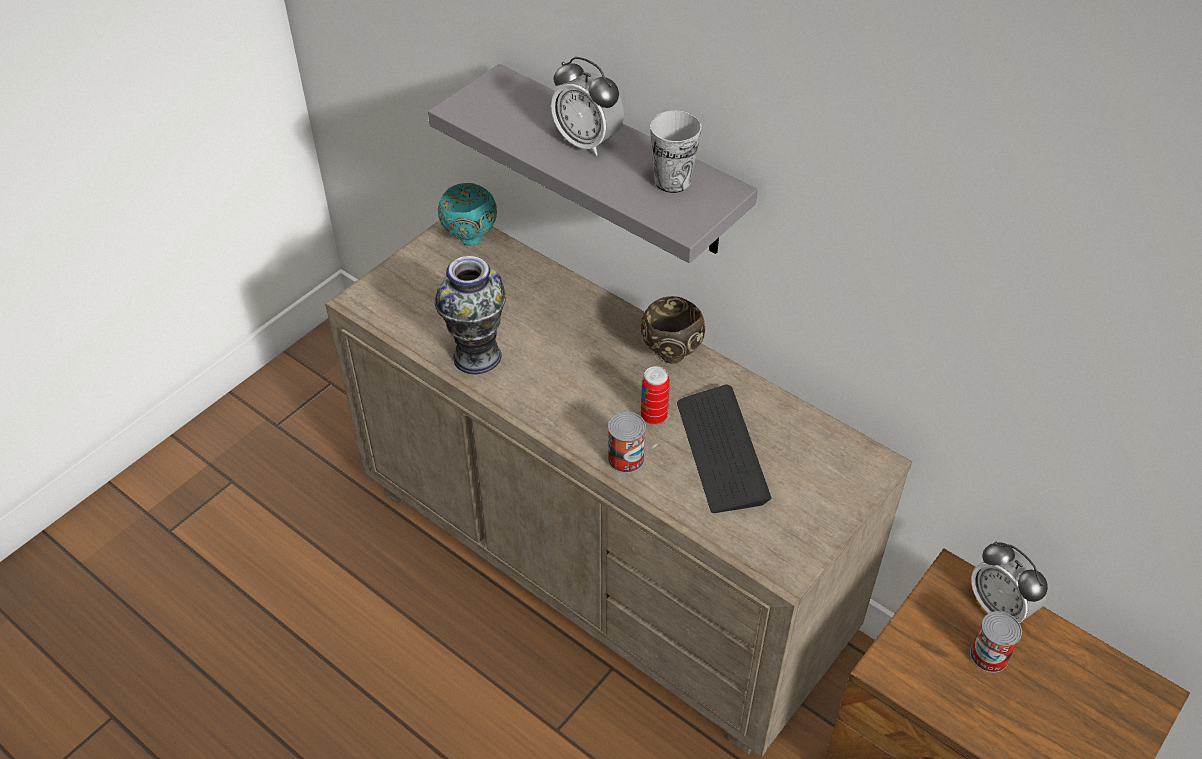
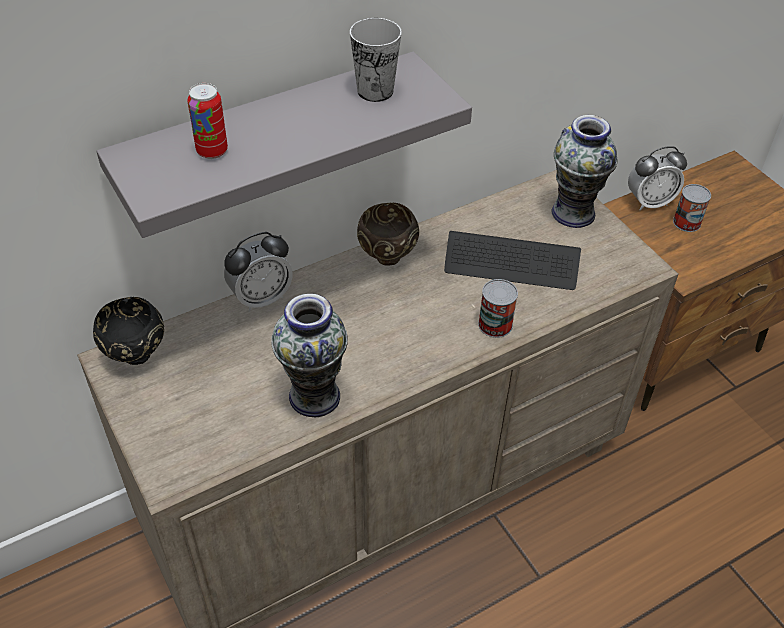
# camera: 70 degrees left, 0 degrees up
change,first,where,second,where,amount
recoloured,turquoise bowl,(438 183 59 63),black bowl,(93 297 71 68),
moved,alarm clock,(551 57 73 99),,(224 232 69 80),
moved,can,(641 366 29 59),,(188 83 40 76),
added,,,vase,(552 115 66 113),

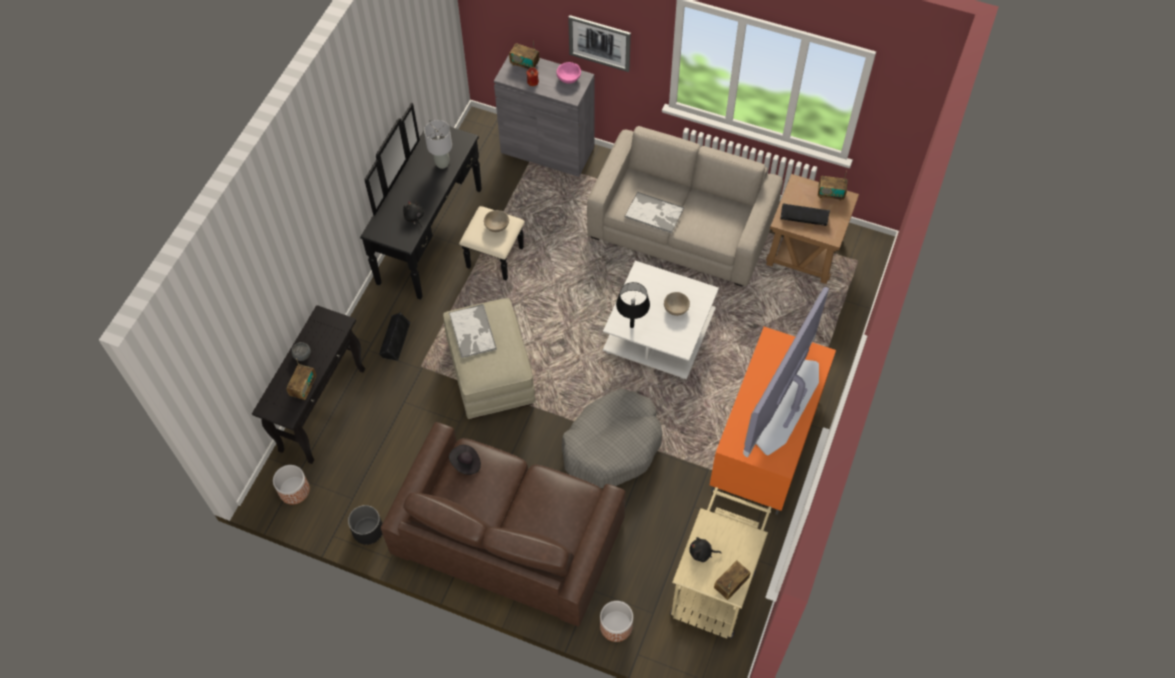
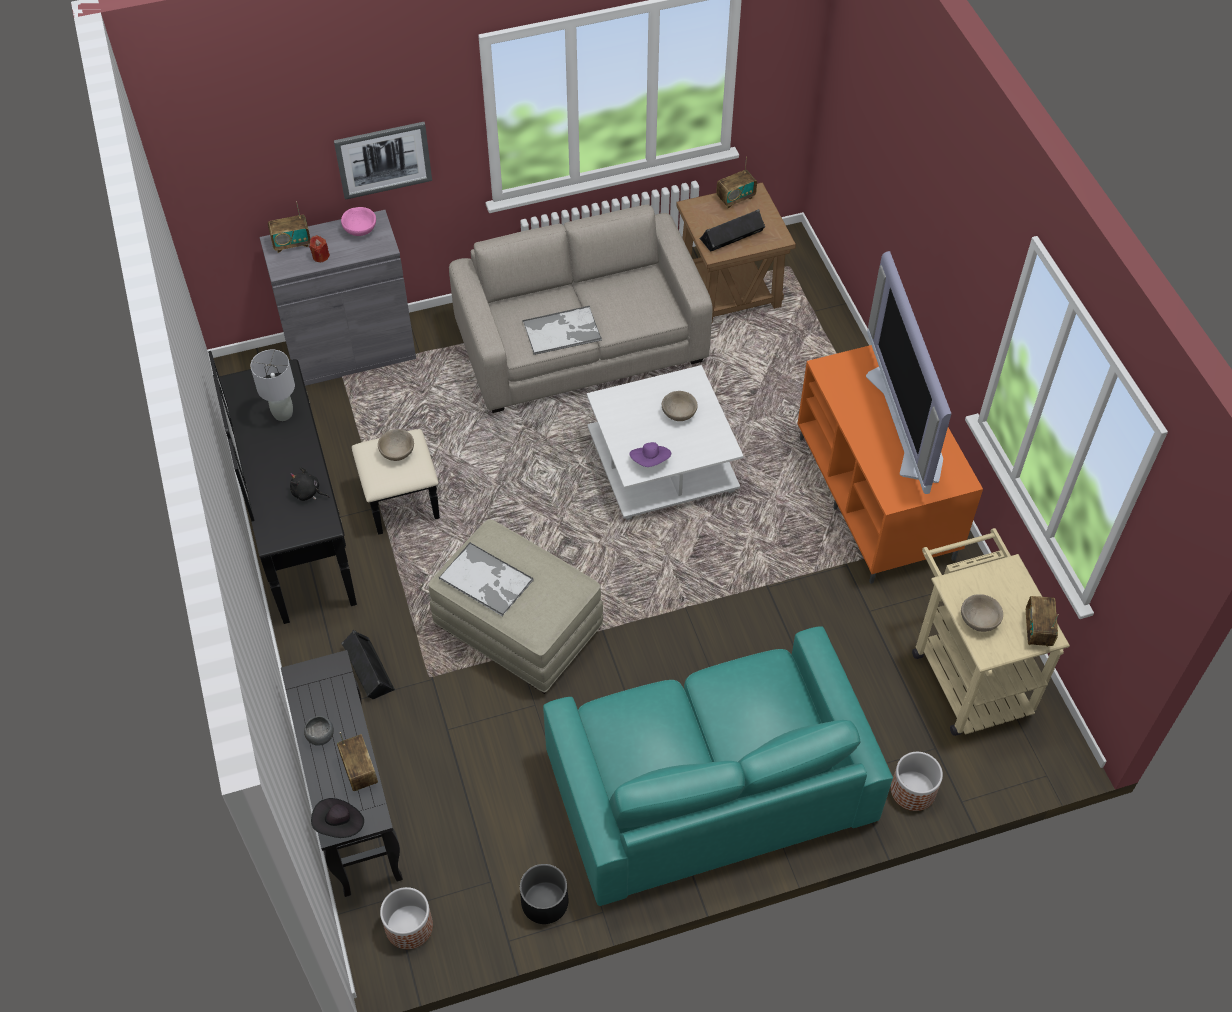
# camera: 40 degrees left, 5 degrees down
change,first,where,second,where,amount
recoloured,brown sofa,(381 422 245 205),turquoise sofa,(543 626 350 280),
moved,black hat,(449 445 32 30),,(311 798 53 40),
removed,grey dog bed,(562 388 100 100),,,
replaced,black table lamp,(616 282 34 46),purple hat,(629 442 42 25),
replaced,black plush toy,(689 537 32 25),beige bowl,(961 594 42 38),

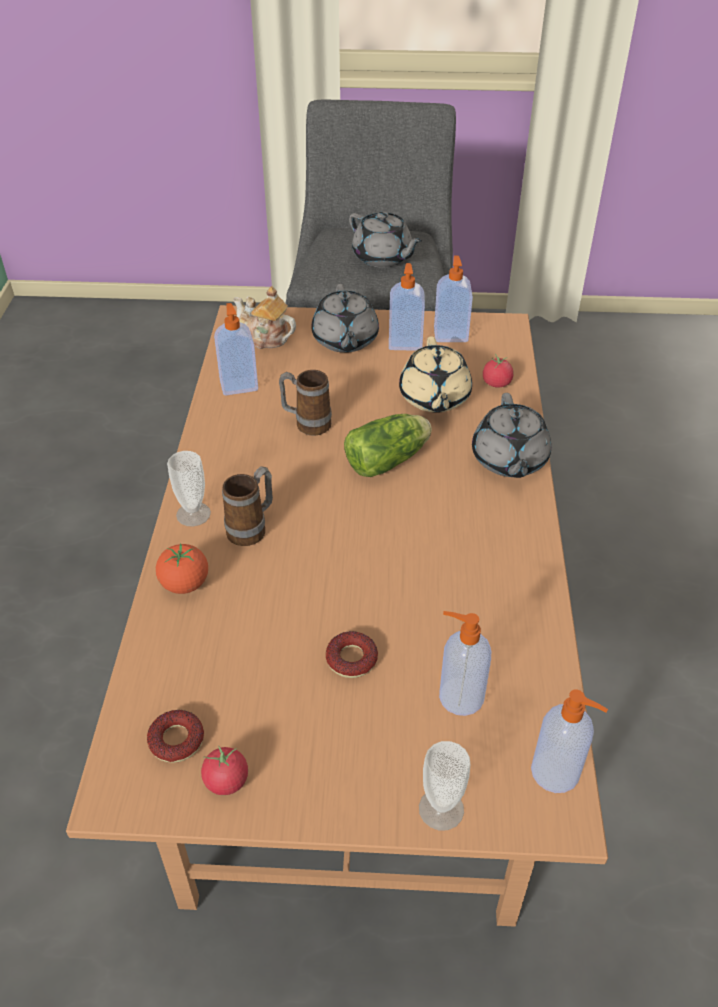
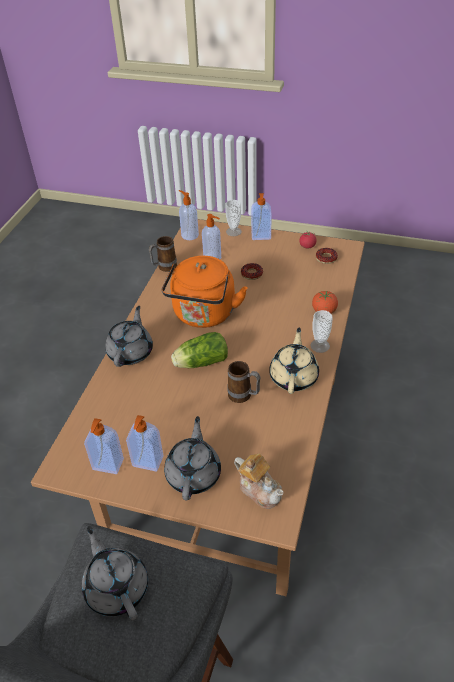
# camera: 165 degrees left, 0 degrees up
change,first,where,second,where,amount
moved,soap dispenser,(214 303 44 92),,(251 193 21 47),
moved,mug,(222 467 51 79),,(149 236 28 36),
moved,beige teapot,(399 336 73 77),,(269 328 50 66),
removed,tomato,(483 354 31 34),,,
added,,,orange kettle,(162 256 86 72),

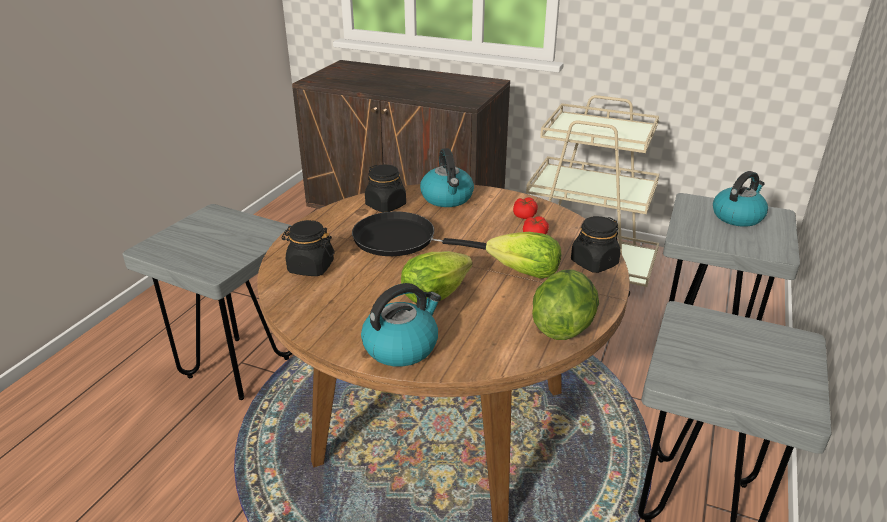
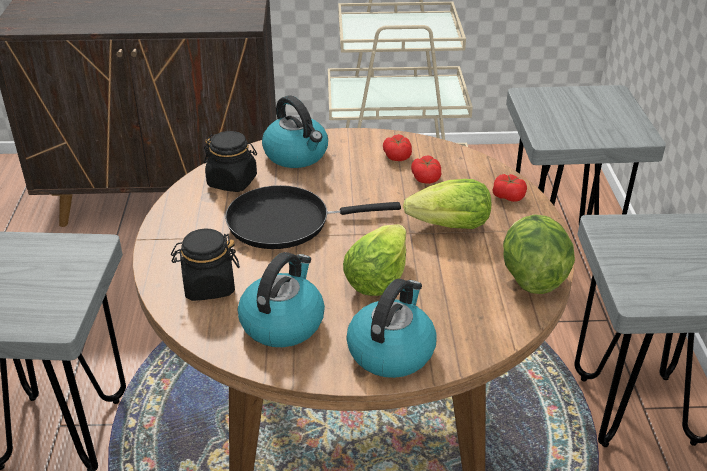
# camera: 25 degrees left, 5 degrees up
change,first,where,second,where,amount
replaced,black jar,(571 216 50 57),tomato,(493 174 34 28),
moved,kettle,(713 171 55 56),,(238 252 87 95),

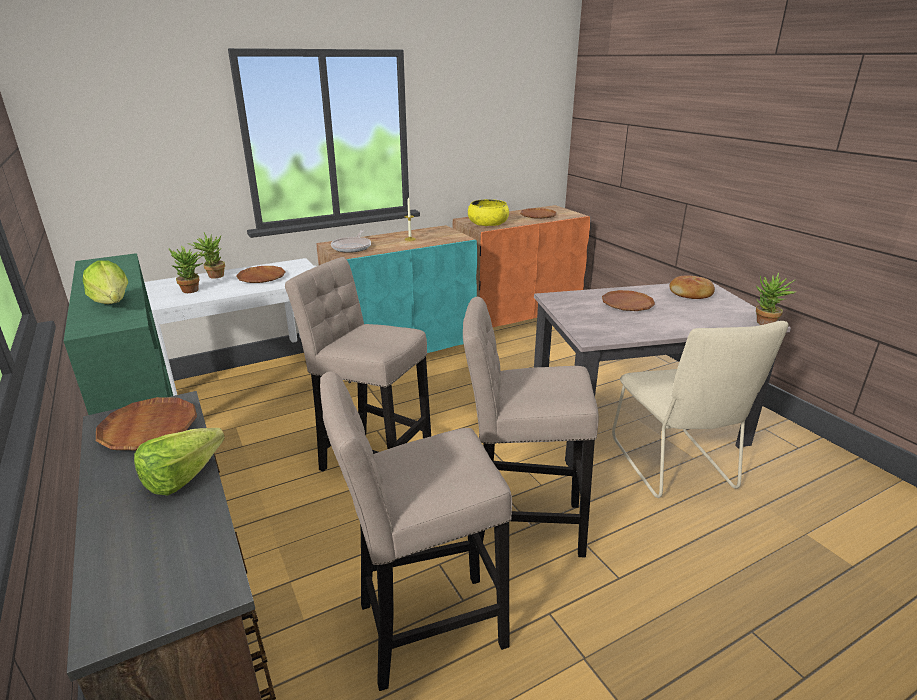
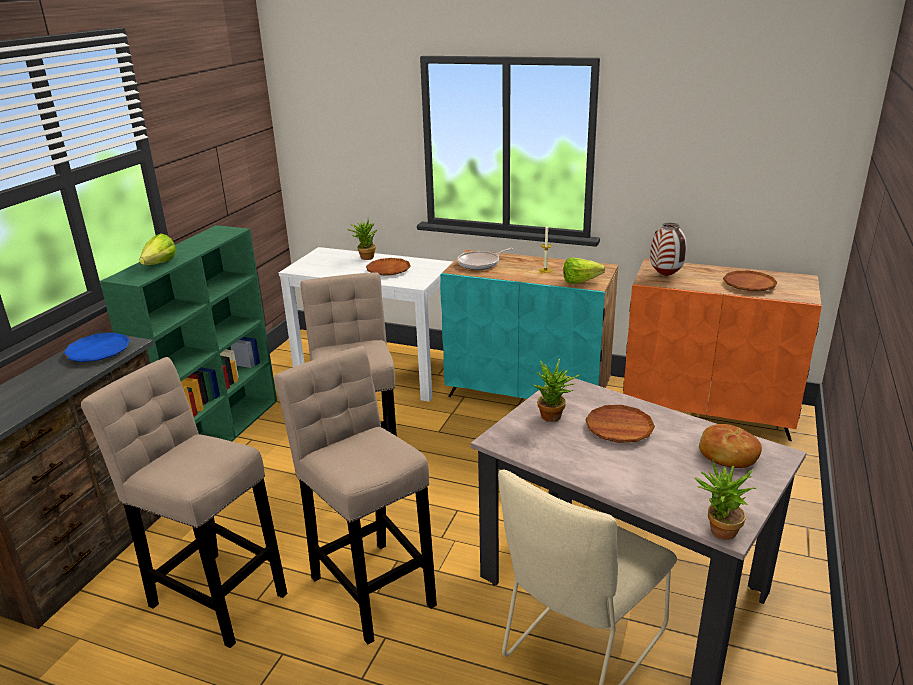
# camera: 50 degrees right, 0 degrees up
change,first,where,second,where,amount
recoloured,brown plate,(96 397 101 53),blue plate,(64 332 66 30),
moved,lettuce,(134 428 91 67),,(563 258 42 26),
moved,potted plant,(168 246 37 47),,(533 359 47 63),
replaced,yellow bowl,(468 199 41 27),vase,(650 223 37 53),

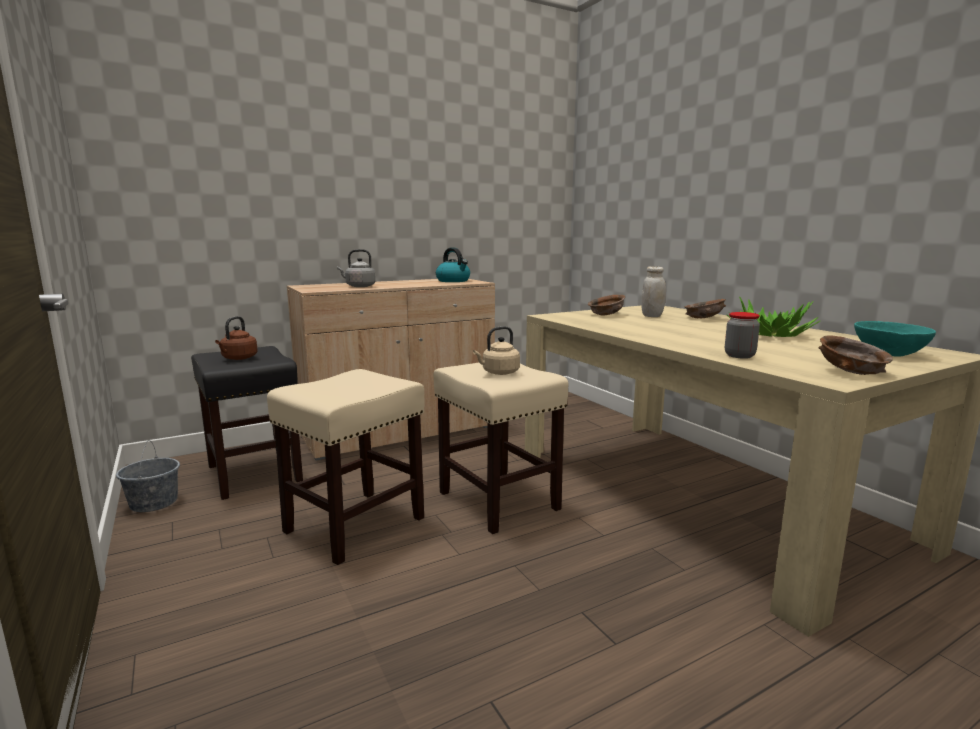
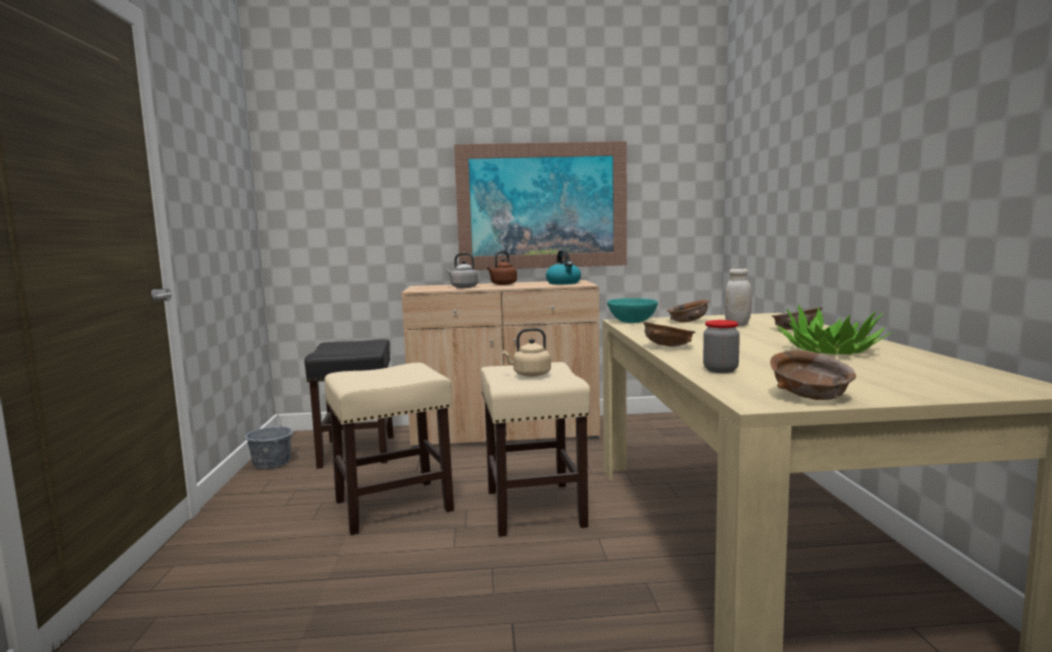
# camera: 25 degrees right, 5 degrees down
change,first,where,second,where,amount
moved,brown kettle,(215 316 43 44),,(487 251 30 34),
moved,turquoise bowl,(854 321 82 36),,(607 298 51 25),
added,,,picture,(454 141 173 129),
added,,,brown bowl,(643 322 53 25),

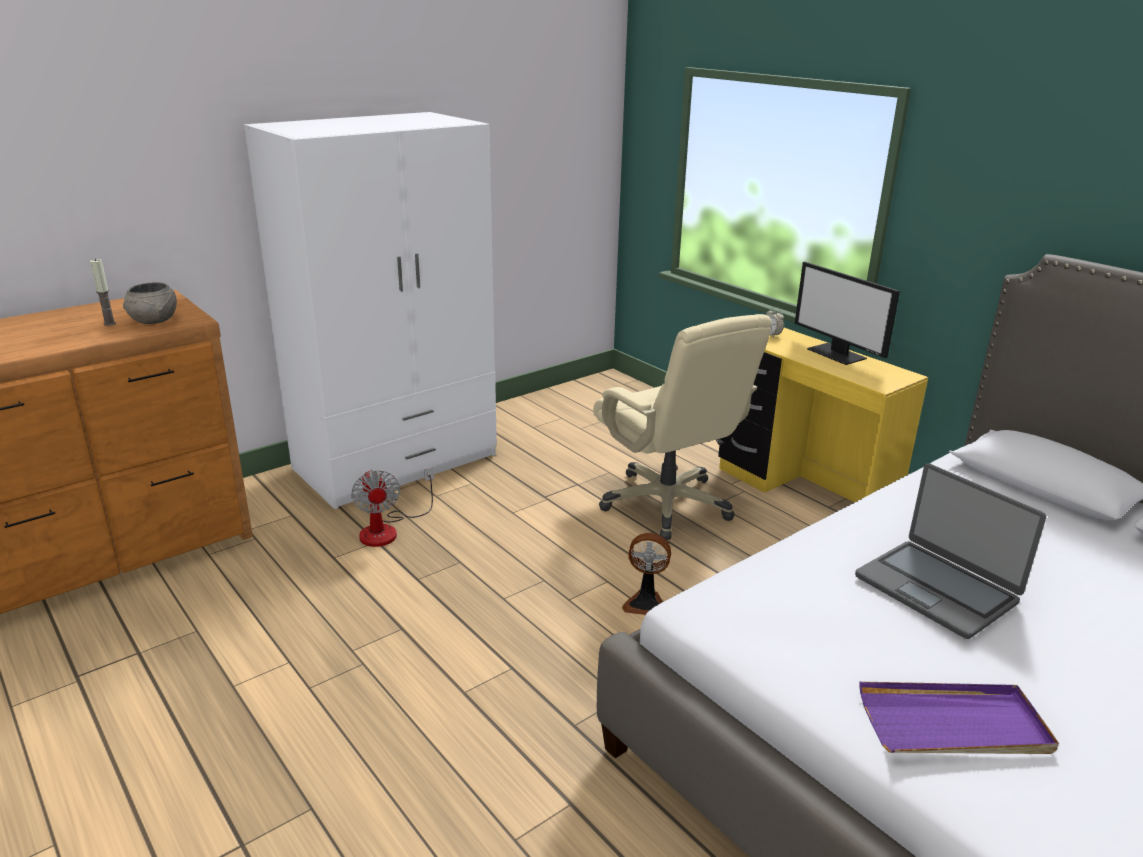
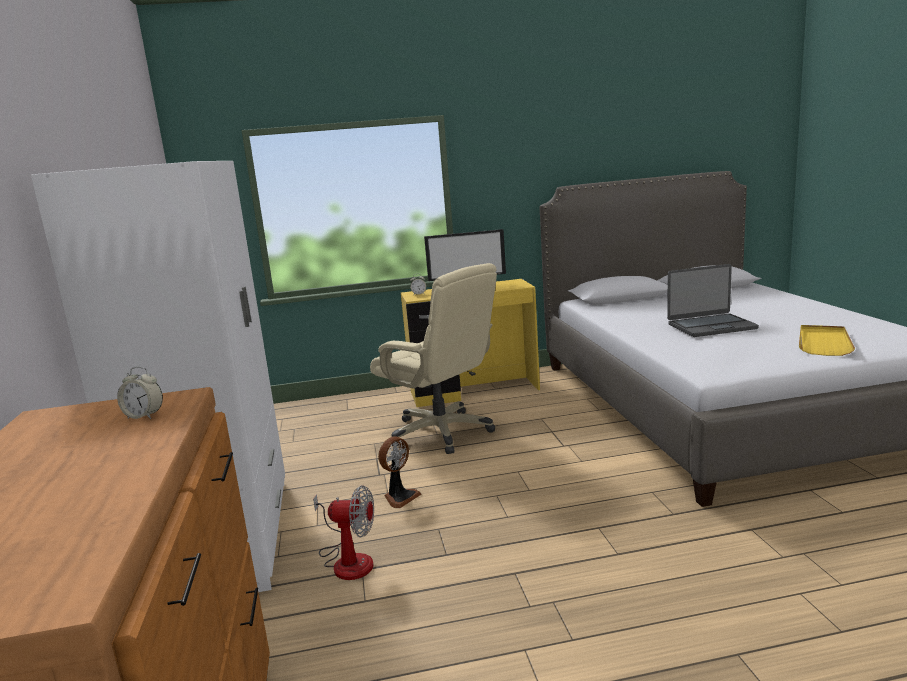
# camera: 60 degrees left, 10 degrees down
change,first,where,second,where,amount
removed,candle,(90 259 26 67),,,
replaced,grey bowl,(123 282 54 42),alarm clock,(117 367 46 52),
turned,beige office chair,(593 314 179 226),,(370 263 127 191),45 degrees clockwise
moved,fan,(622 533 49 82),,(378 436 43 72),
recoloured,purple tray,(859 682 200 72),yellow tray,(799 325 56 31),

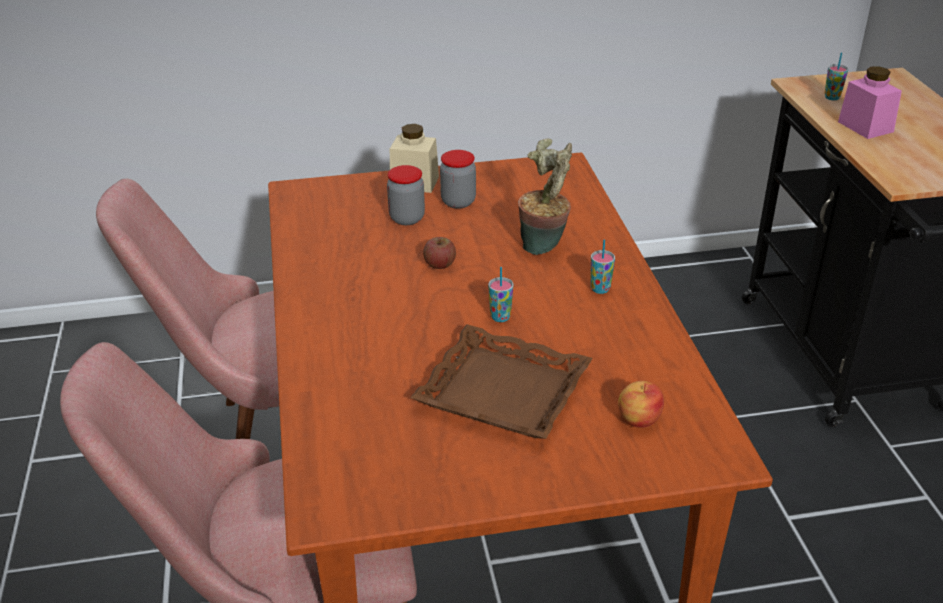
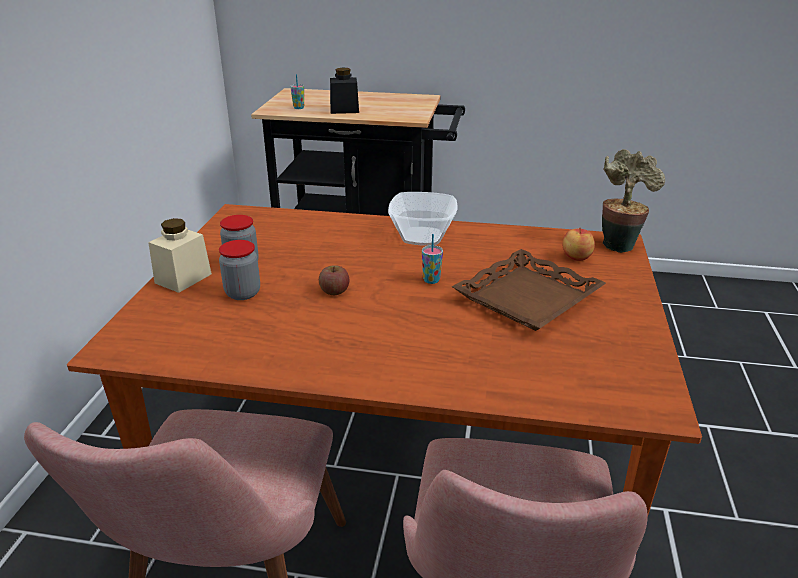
# camera: 70 degrees left, 5 degrees down
change,first,where,second,where,amount
moved,potted plant,(518 139 54 116),,(602 149 63 104),
replaced,cup,(591 240 24 54),bowl,(388 192 70 54),
recoloured,pink jar,(838 66 64 73),black jar,(330 68 29 46),

